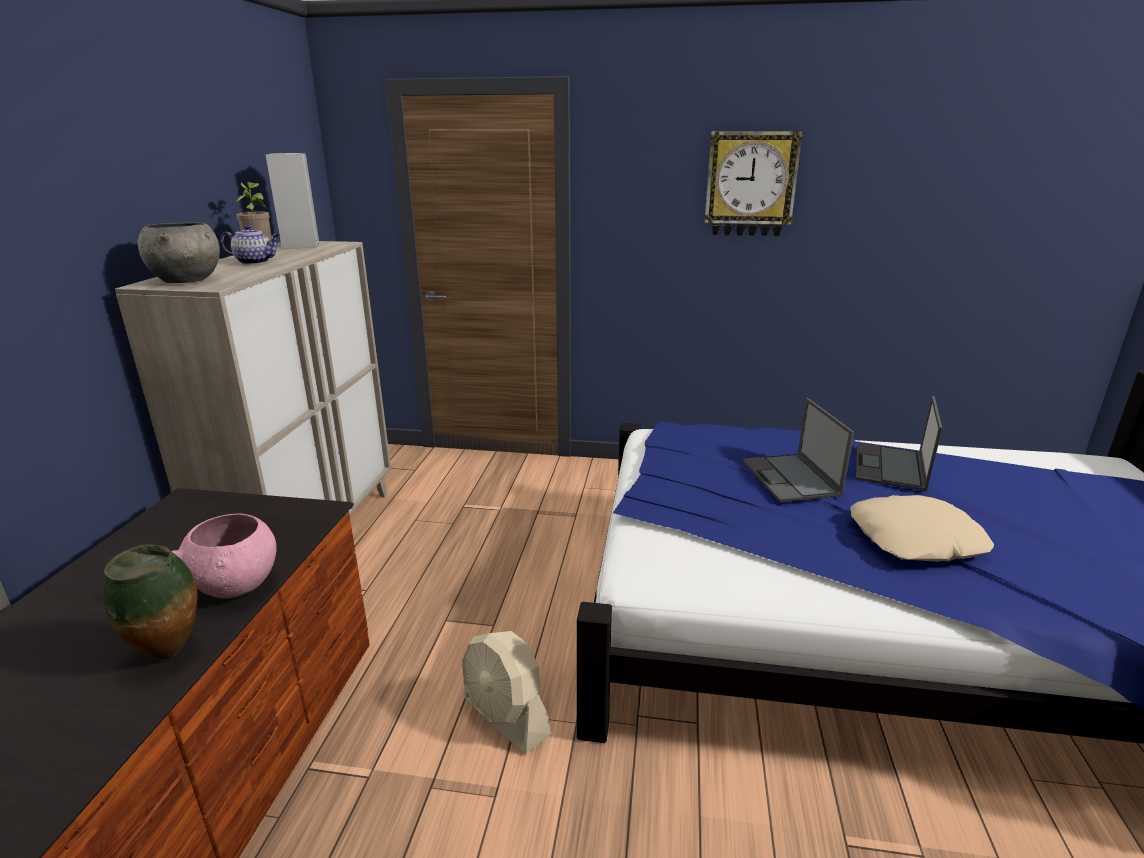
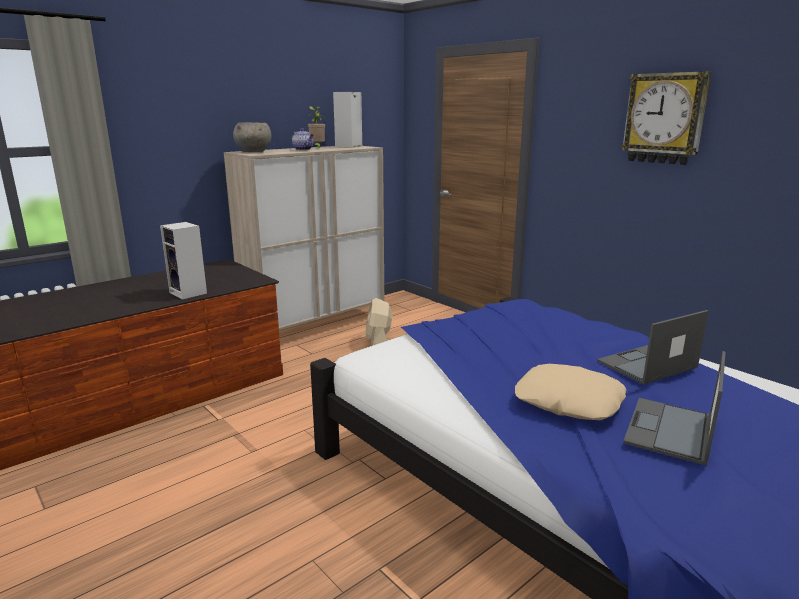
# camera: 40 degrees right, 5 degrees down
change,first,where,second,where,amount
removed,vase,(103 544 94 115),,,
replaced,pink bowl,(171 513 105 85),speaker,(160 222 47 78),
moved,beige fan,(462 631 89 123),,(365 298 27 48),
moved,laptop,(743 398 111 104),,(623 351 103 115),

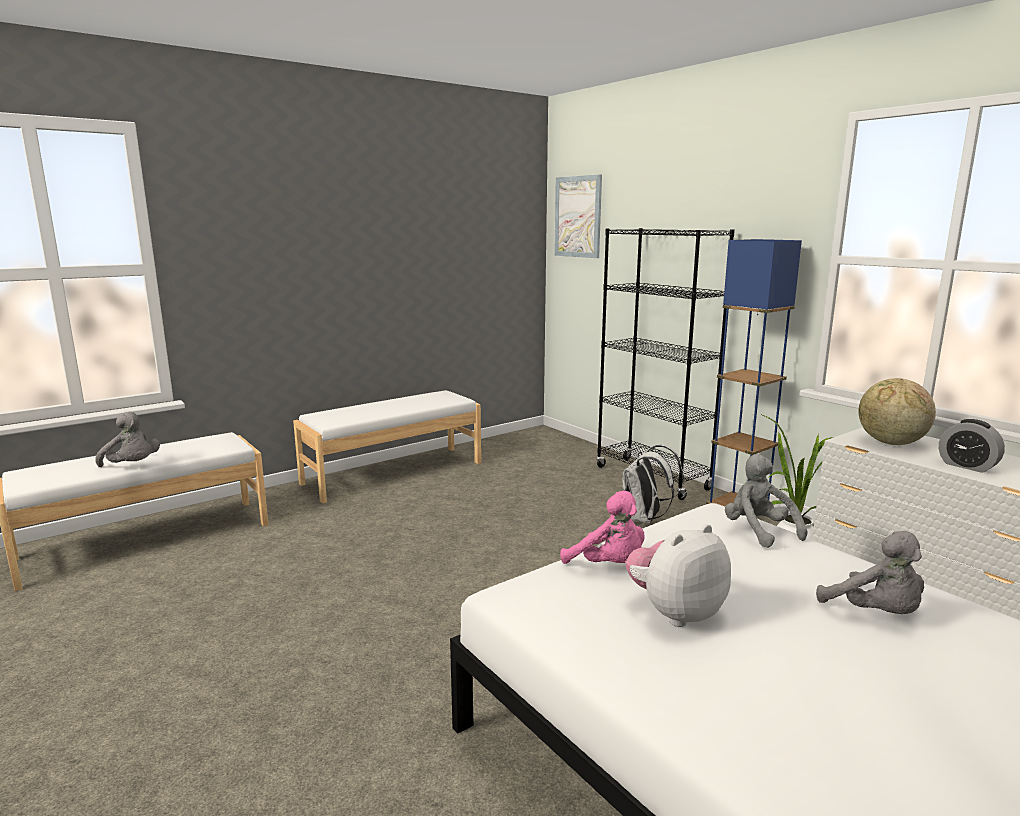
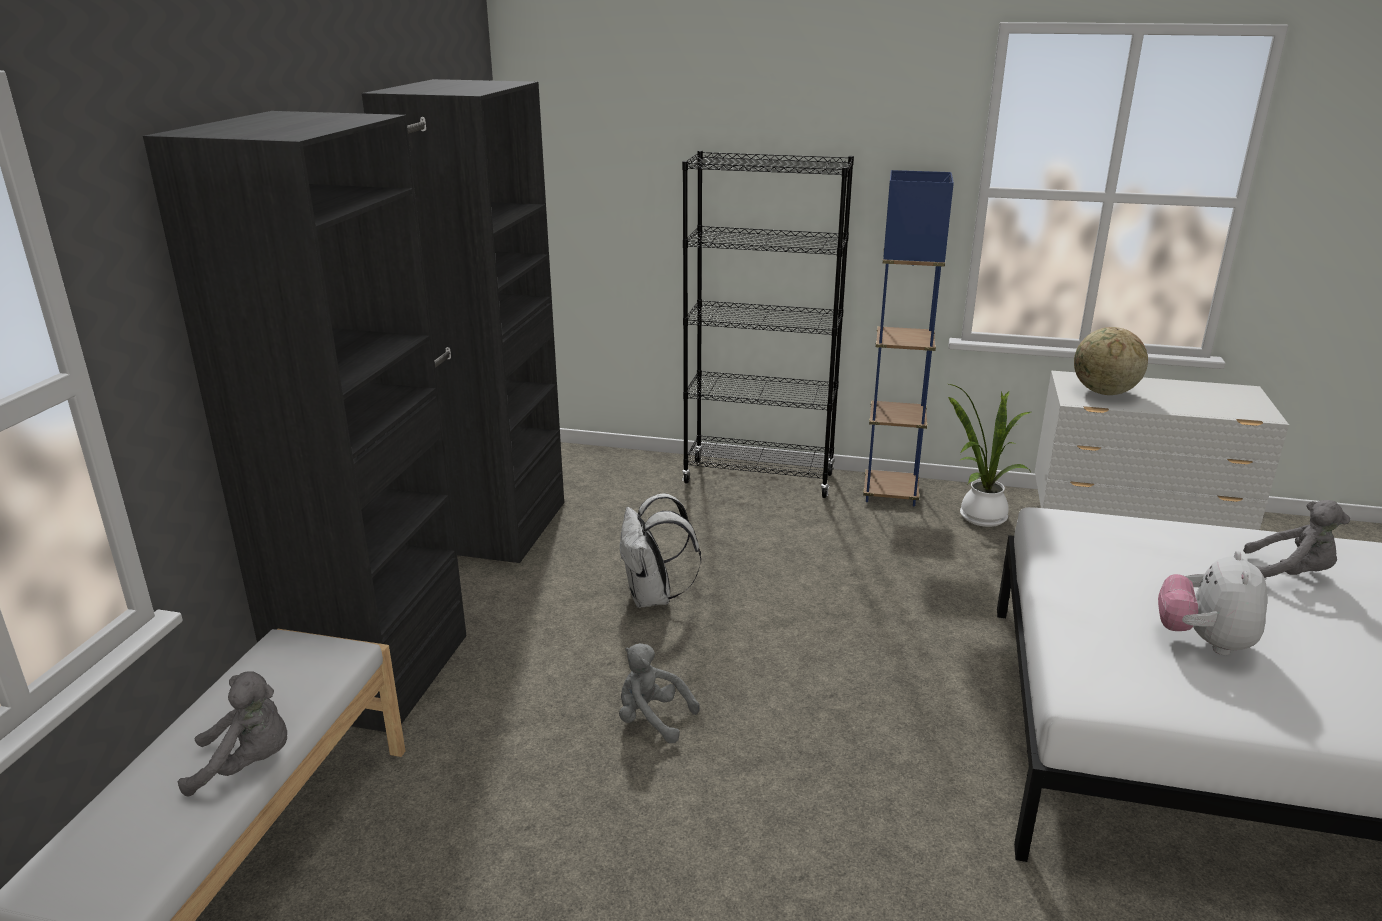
# camera: 40 degrees left, 10 degrees up
change,first,where,second,where,amount
replaced,white bench,(293 390 188 114),black wardrobe,(143 79 421 653),
removed,picture,(554 174 48 84),,,
removed,pink plush toy,(560 490 85 74),,,
moved,white backpack,(622 445 62 79),,(620 493 81 115),
moved,grey plush toy,(725 454 83 94),,(619 643 81 100),
removed,alarm clock,(939 419 66 54),,,

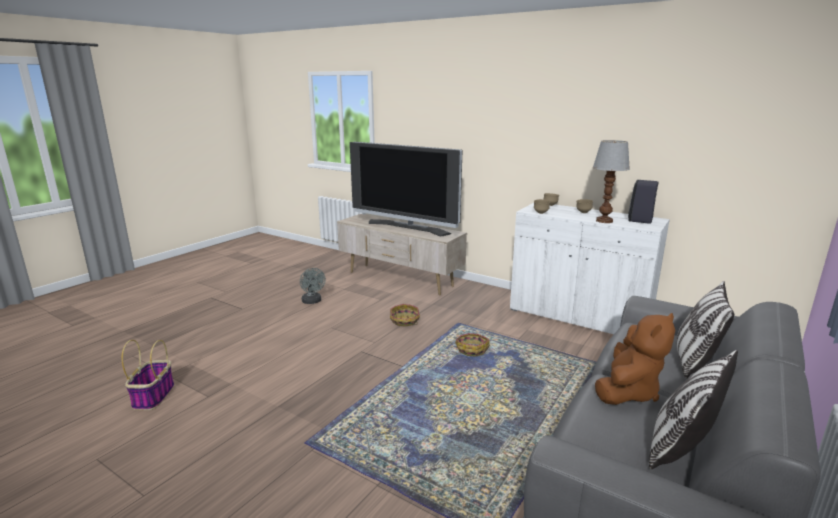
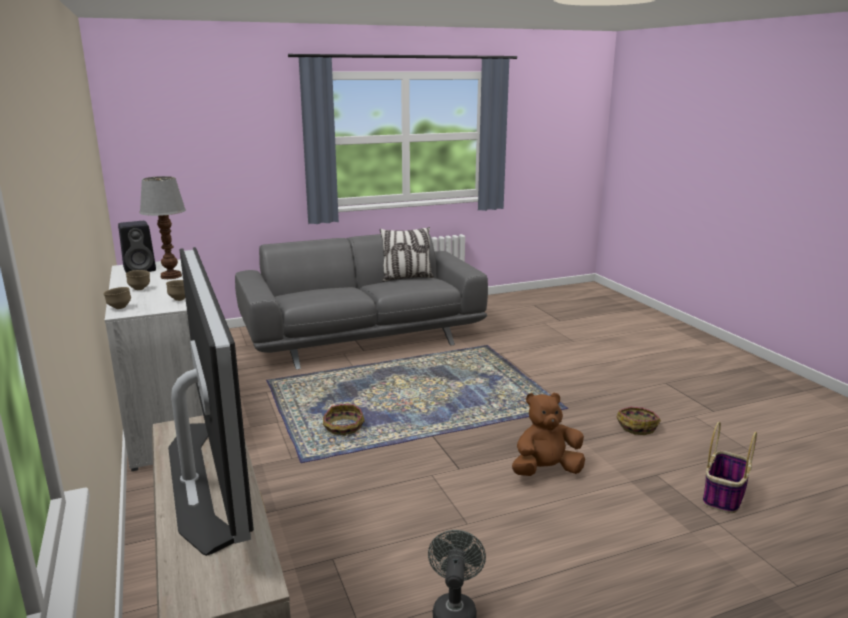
# camera: 145 degrees left, 0 degrees up
change,first,where,second,where,amount
moved,basket,(390 304 30 23),,(617 407 44 28),
moved,brown plush toy,(595 313 80 92),,(512 393 73 83),
removed,pillow,(676 281 58 97),,,

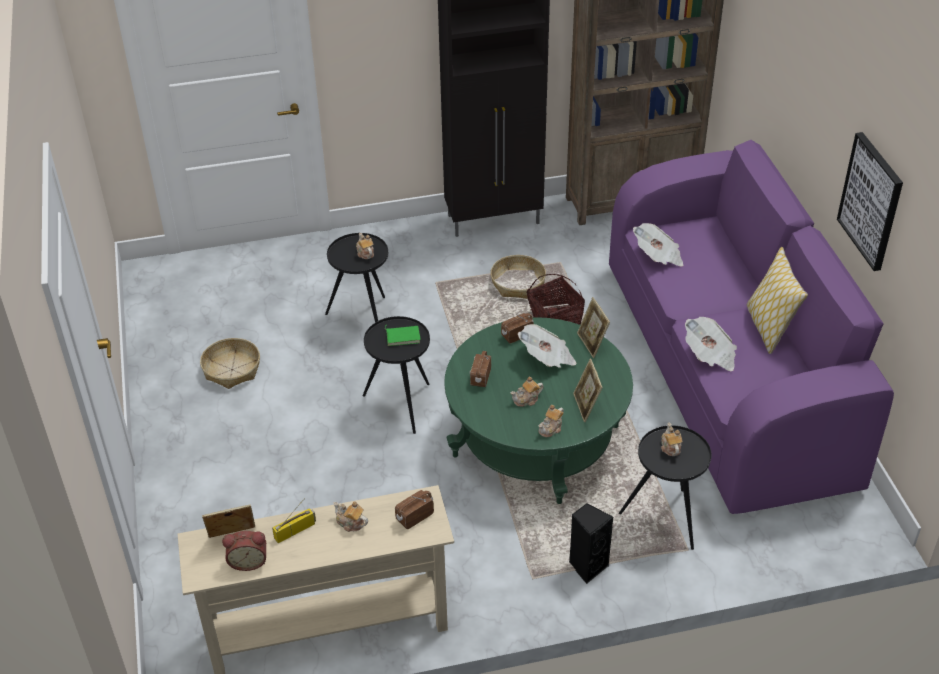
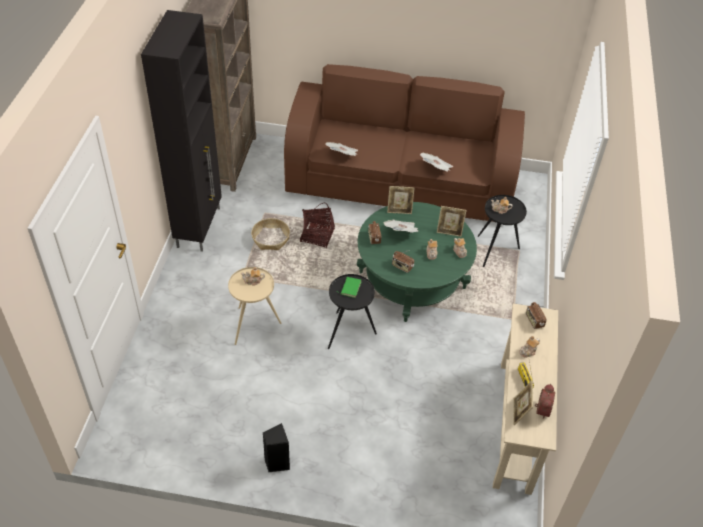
# camera: 70 degrees left, 5 degrees up
change,first,where,second,where,amount
removed,basket,(200 338 60 51),,,
recoloured,black side table,(325 233 63 89),beige side table,(228 267 53 78),
moved,black speaker,(569 503 44 81),,(263 423 27 49),
recoloured,purple sofa,(609 140 285 374),brown sofa,(284 64 241 158),
removed,pillow,(747 247 61 107),,,
removed,picture,(837 132 66 139),,,

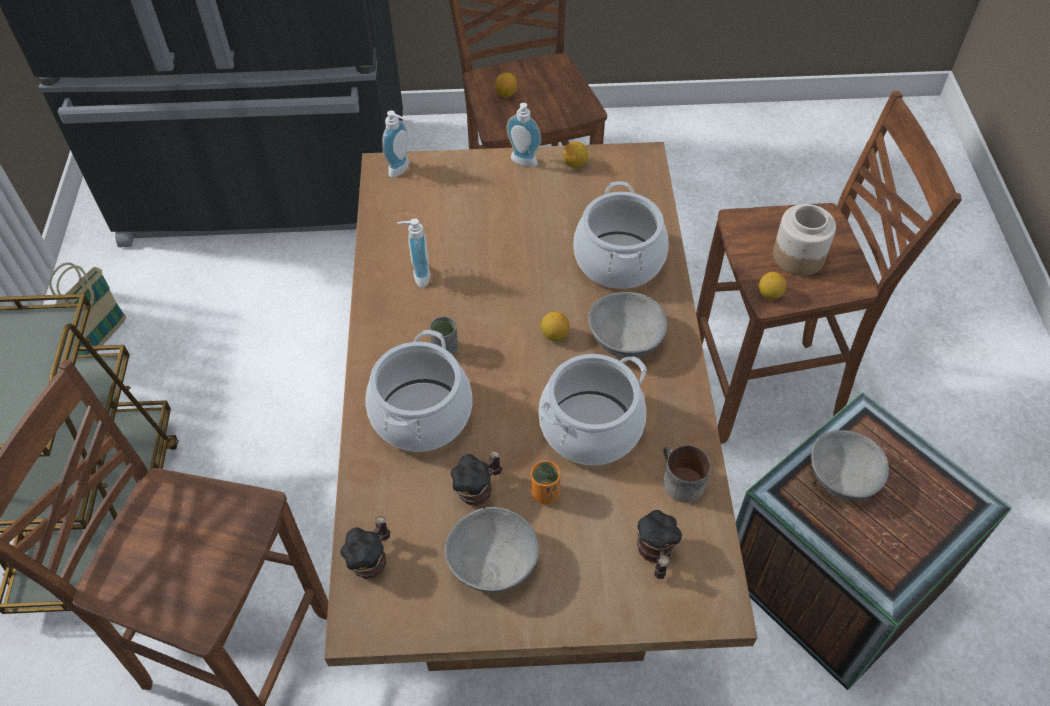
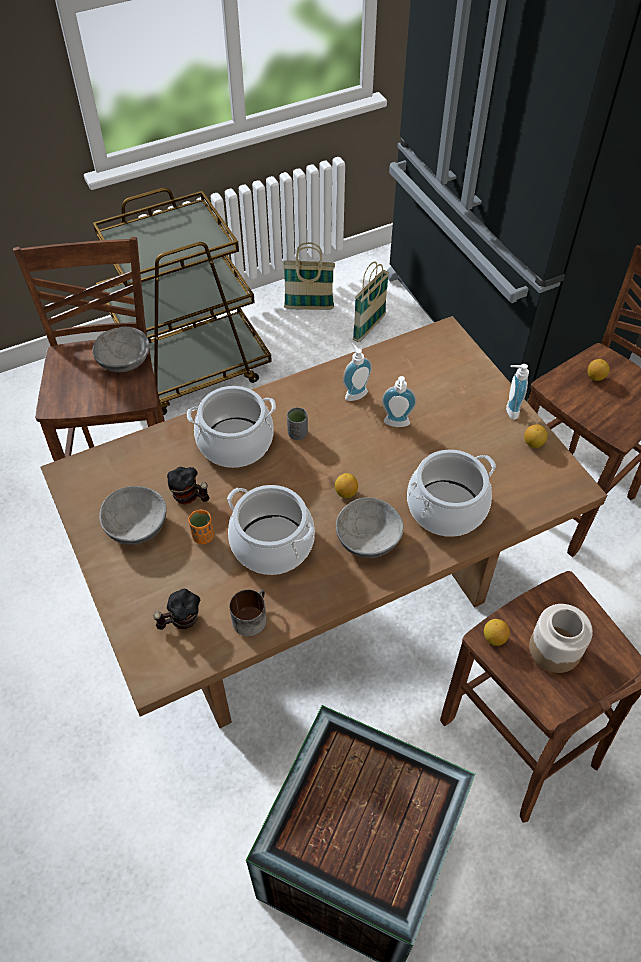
# camera: 65 degrees right, 0 degrees up
change,first,where,second,where,amount
removed,mug,(340 516 50 63),,,
moved,soap dispenser,(382 110 28 68),,(382 376 35 51),
moved,grey bowl,(811 430 78 70),,(92 327 58 45),
added,,,basket,(353 261 36 81),

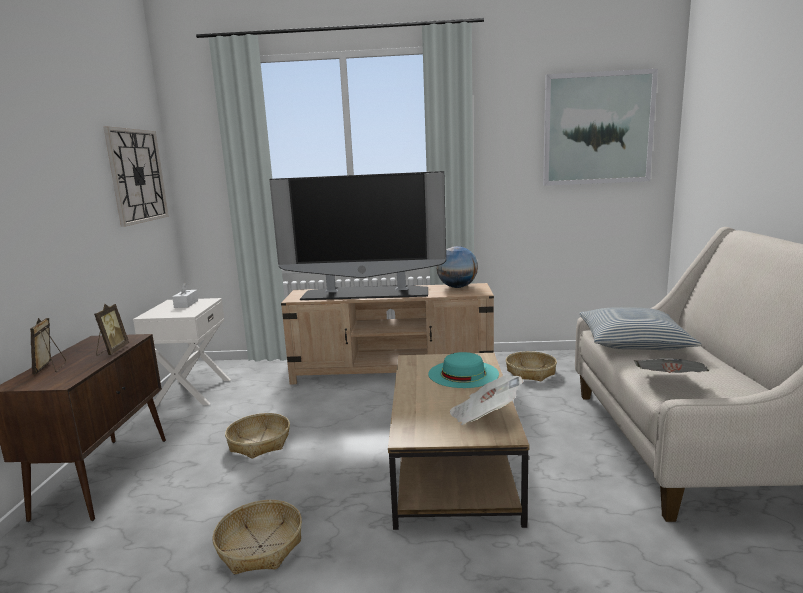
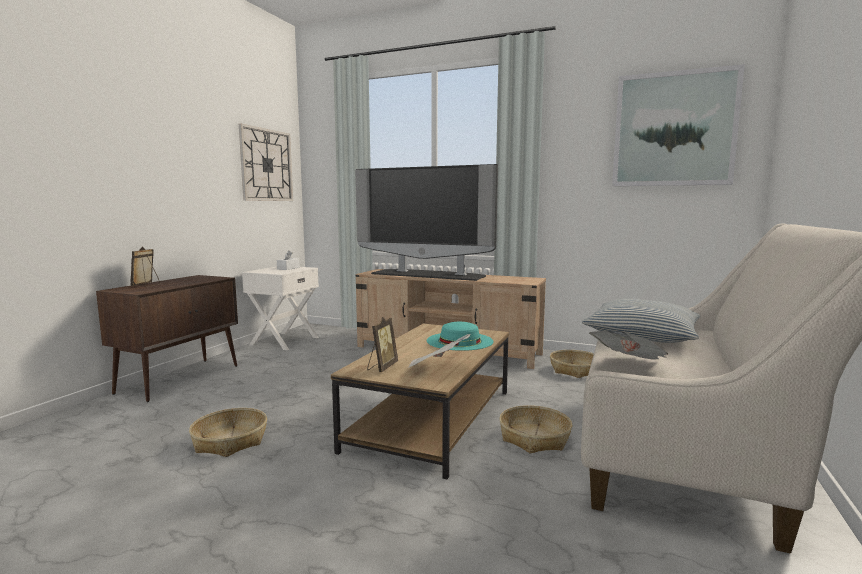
# camera: 20 degrees right, 5 degrees down
change,first,where,second,where,amount
moved,picture frame,(94 304 35 52),,(367 317 31 55),
moved,basket,(225 413 65 46),,(499 405 73 48),
removed,globe,(436 246 42 42),,,

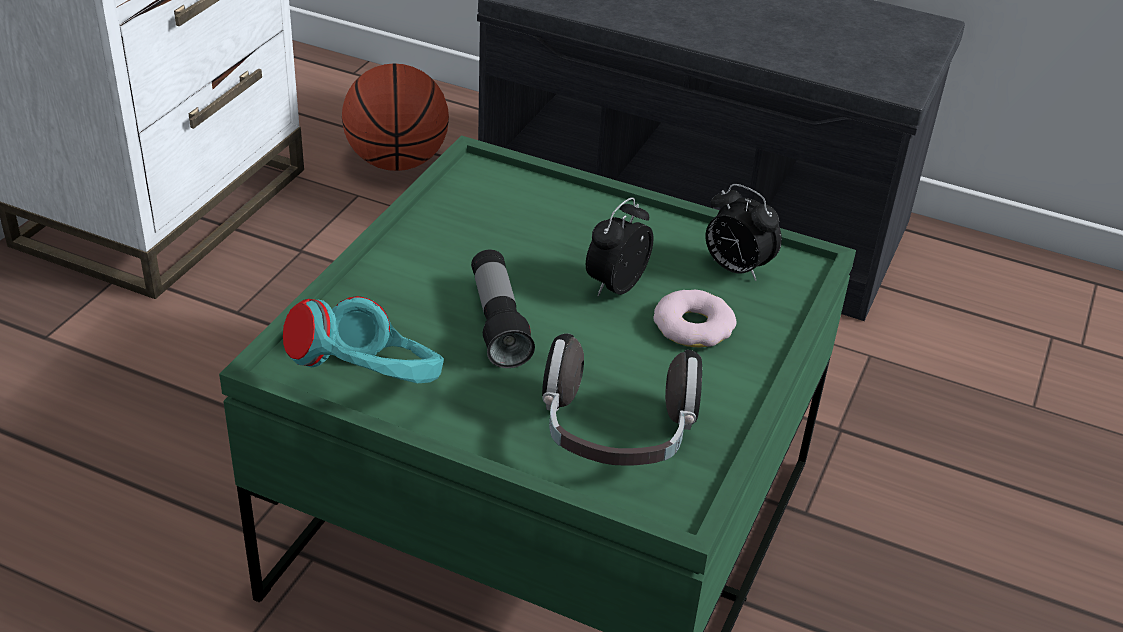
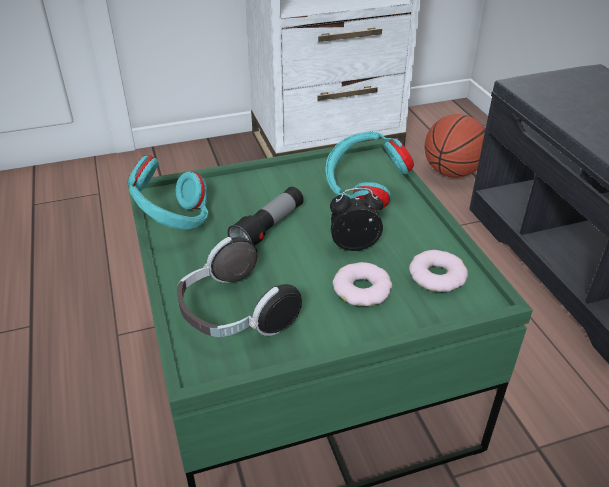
# camera: 50 degrees right, 0 degrees up
change,first,where,second,where,amount
replaced,alarm clock,(705 184 77 97),donut,(409 250 59 42),
added,,,turquoise headphones,(325 132 89 78),

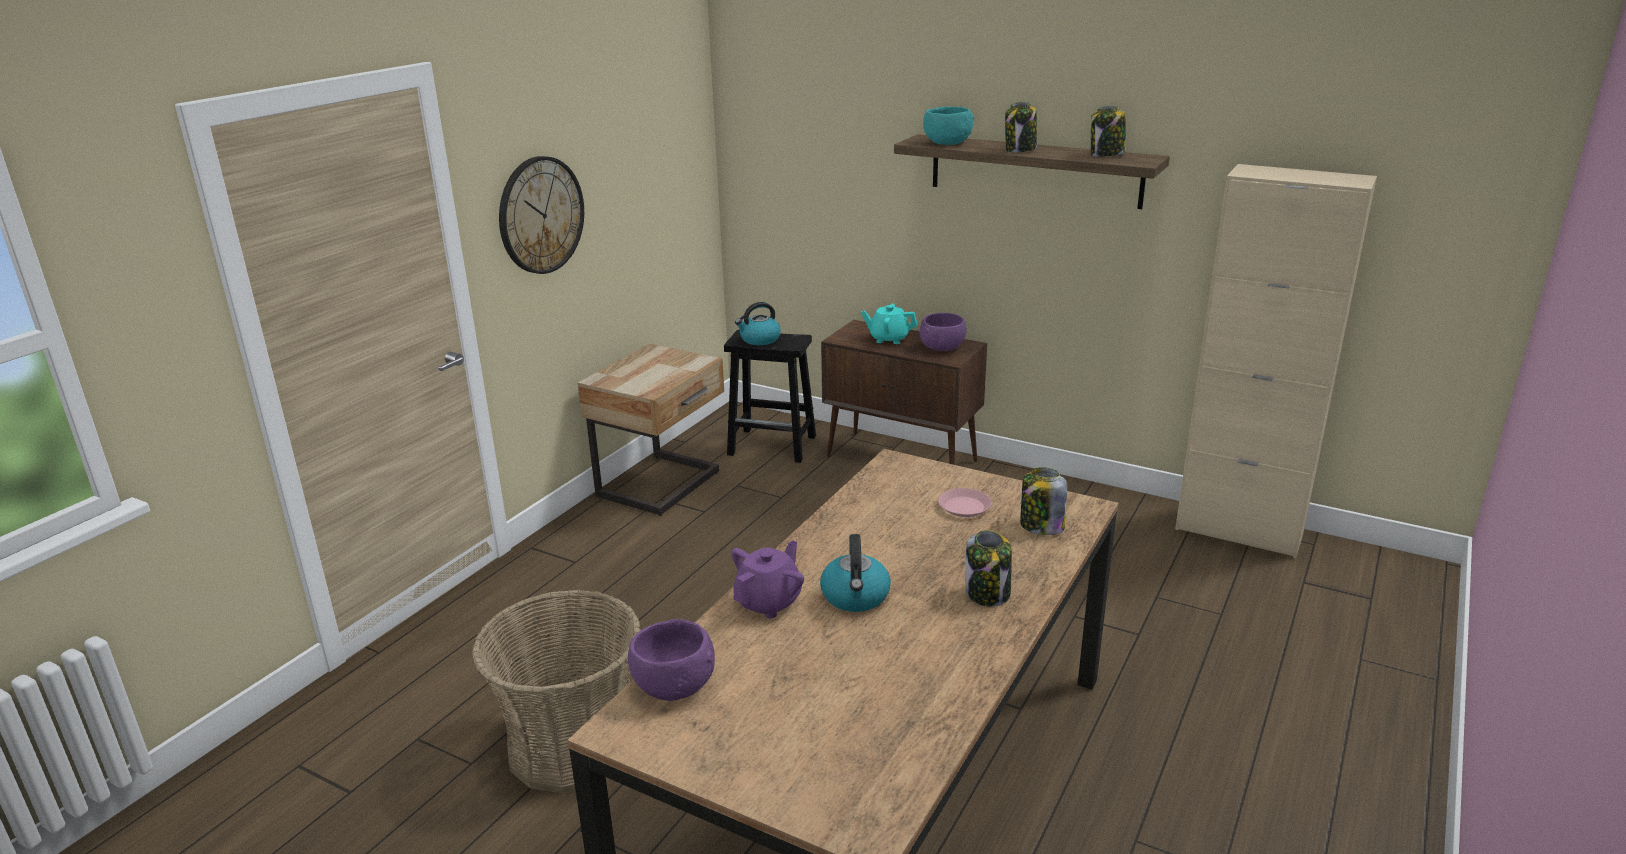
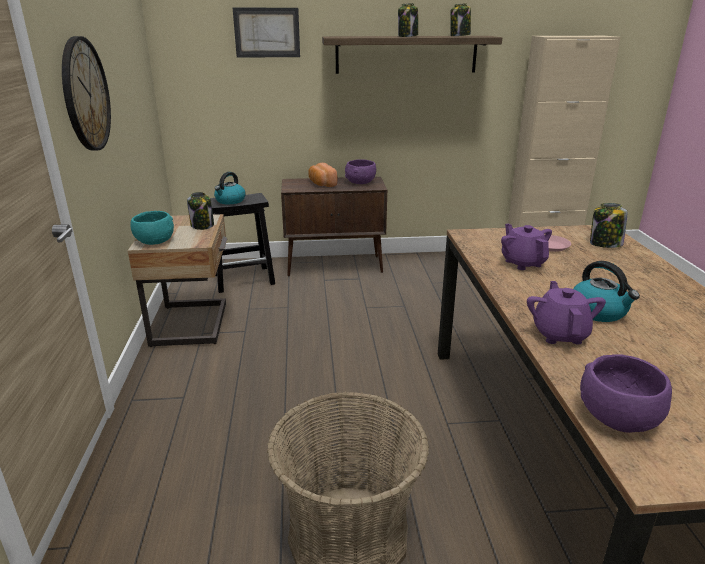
# camera: 35 degrees left, 0 degrees up
change,first,where,second,where,amount
replaced,turquoise teapot,(861 304 56 40),bread,(308 163 29 24),
moved,turquoise bowl,(923 106 51 39),,(131 211 43 34),
moved,jar,(966 530 46 77),,(187 192 27 38),
added,,,picture,(233 8 67 50),
added,,,purple teapot,(501 224 51 46),

